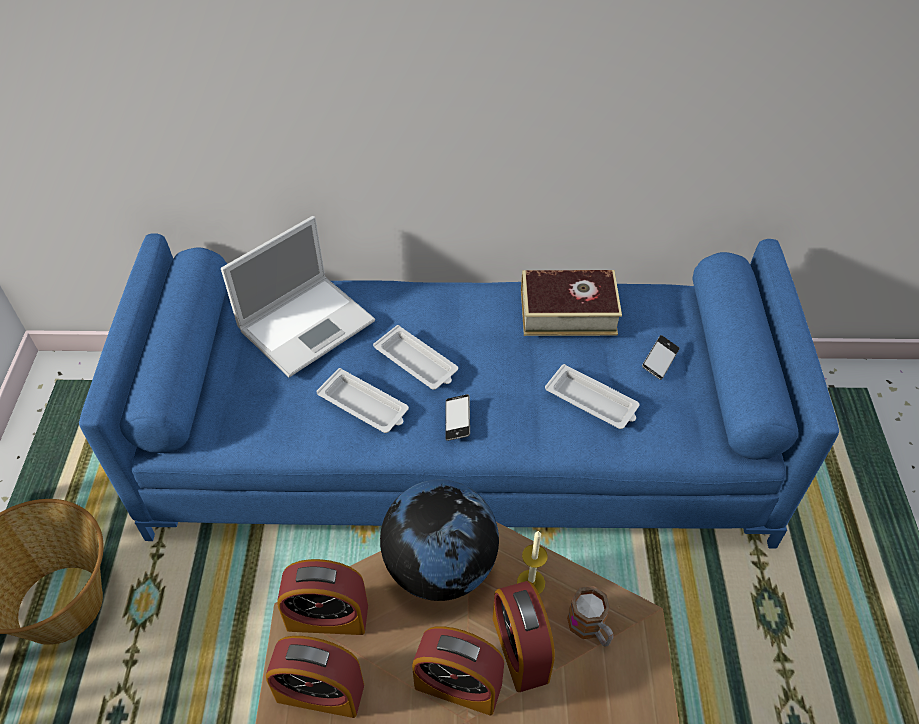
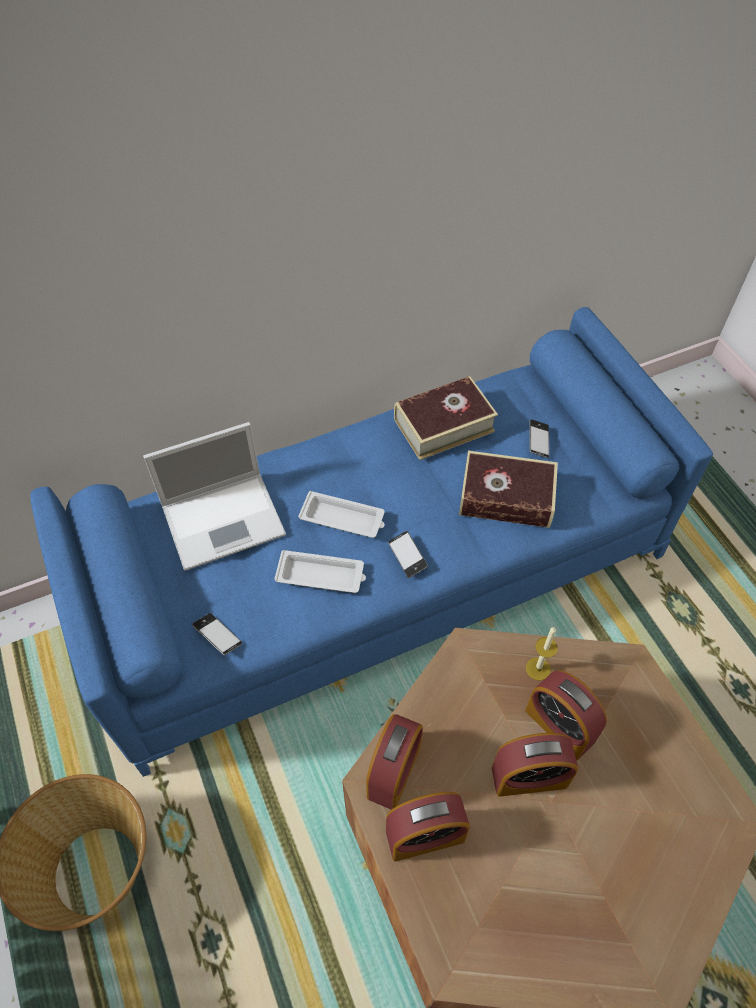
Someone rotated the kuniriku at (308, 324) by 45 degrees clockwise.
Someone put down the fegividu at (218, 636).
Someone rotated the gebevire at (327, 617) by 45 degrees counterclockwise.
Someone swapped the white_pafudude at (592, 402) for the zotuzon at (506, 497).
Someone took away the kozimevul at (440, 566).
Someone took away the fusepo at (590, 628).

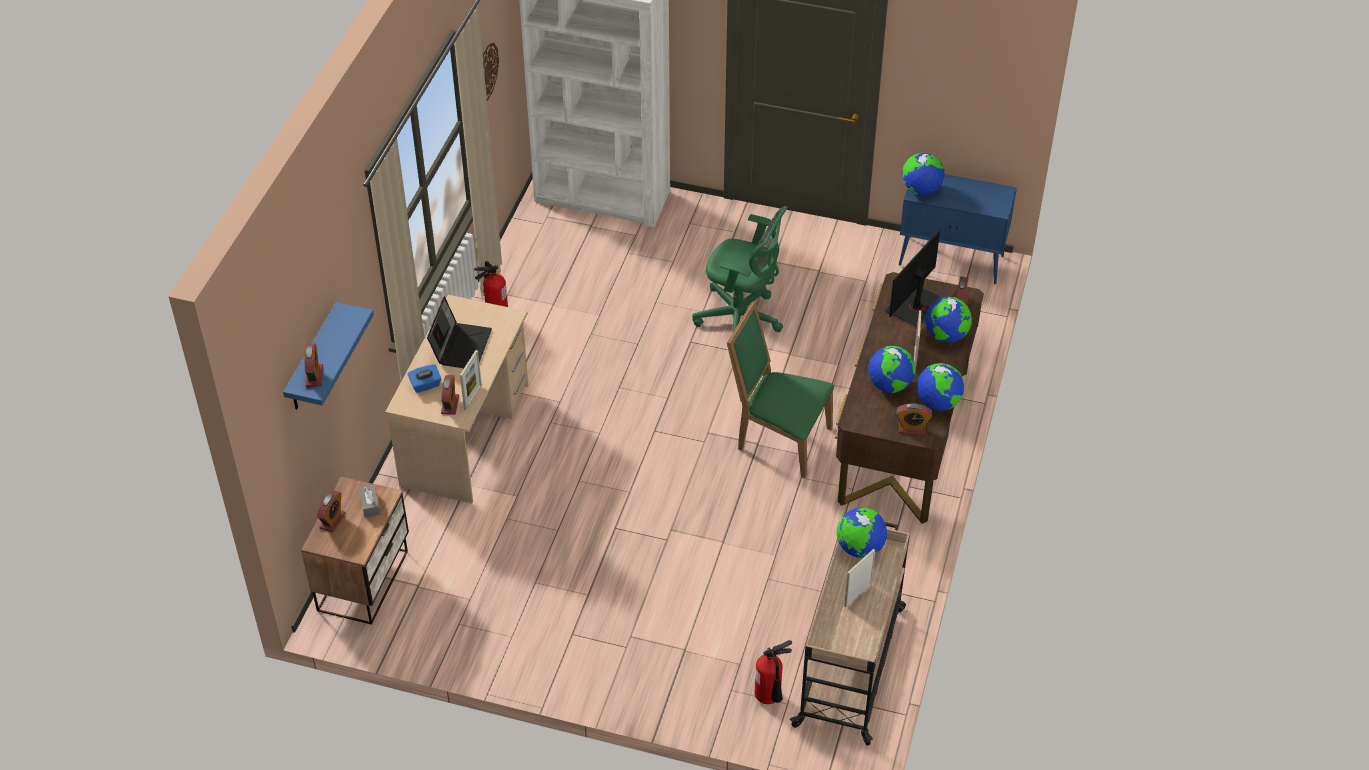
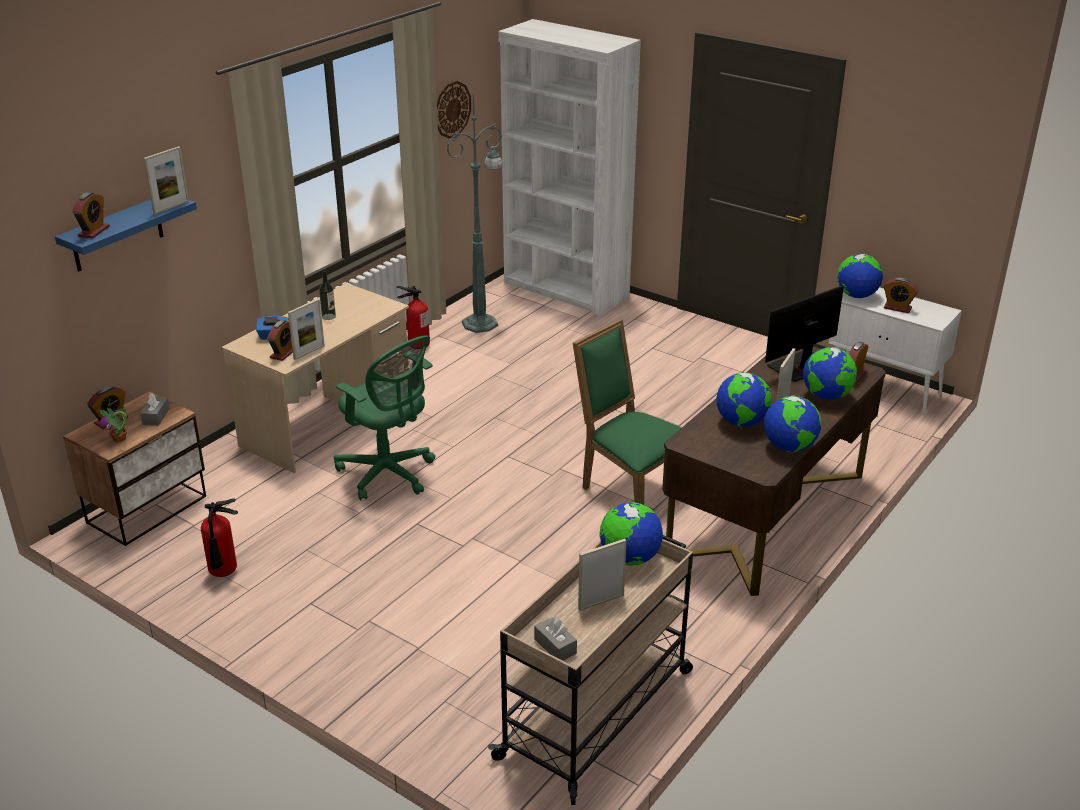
Someone put down the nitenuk at (119, 439).
Someone put down the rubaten at (171, 207).
Someone carried the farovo from (770, 698) to (224, 574).
Someone swapped the kuniriku at (461, 346) for the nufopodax at (328, 316).
Someone carried the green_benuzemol from (741, 319) to (388, 474).
Someone put down the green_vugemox at (481, 323).
Someone put down the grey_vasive at (555, 646).
Someone repainted the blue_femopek at (952, 261), which became the white_femopek at (884, 389).
Someone carried the gebevire from (912, 428) to (897, 308).

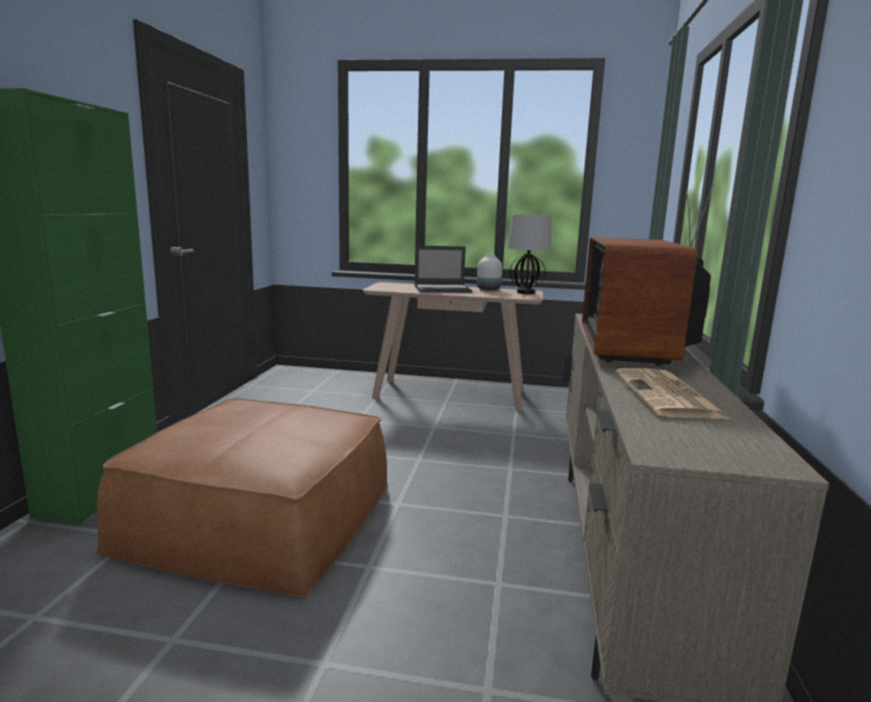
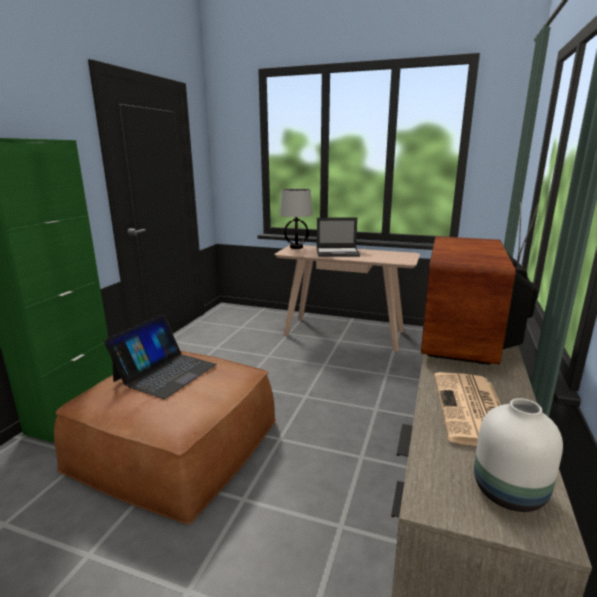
Someone put down the kuniriku at (165, 372).
Someone carried the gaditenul from (525, 292) to (296, 247).
Someone carried the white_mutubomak from (489, 290) to (511, 493).

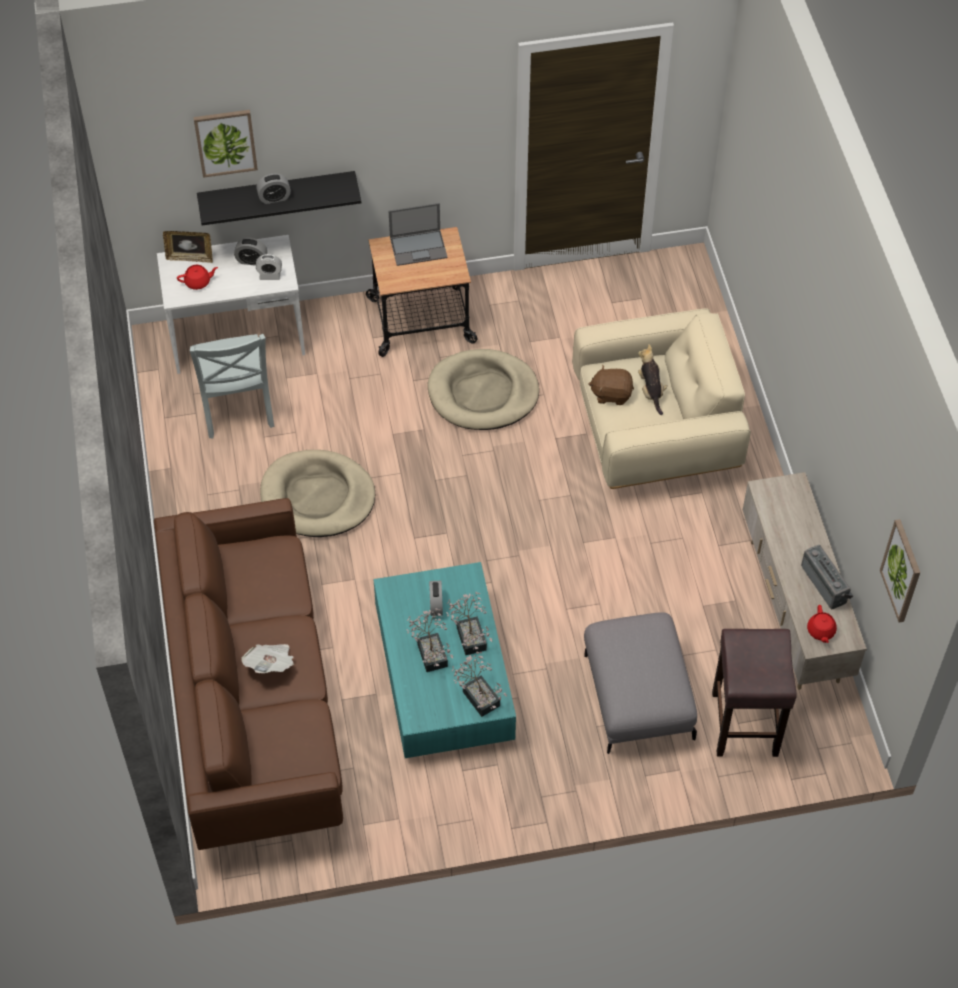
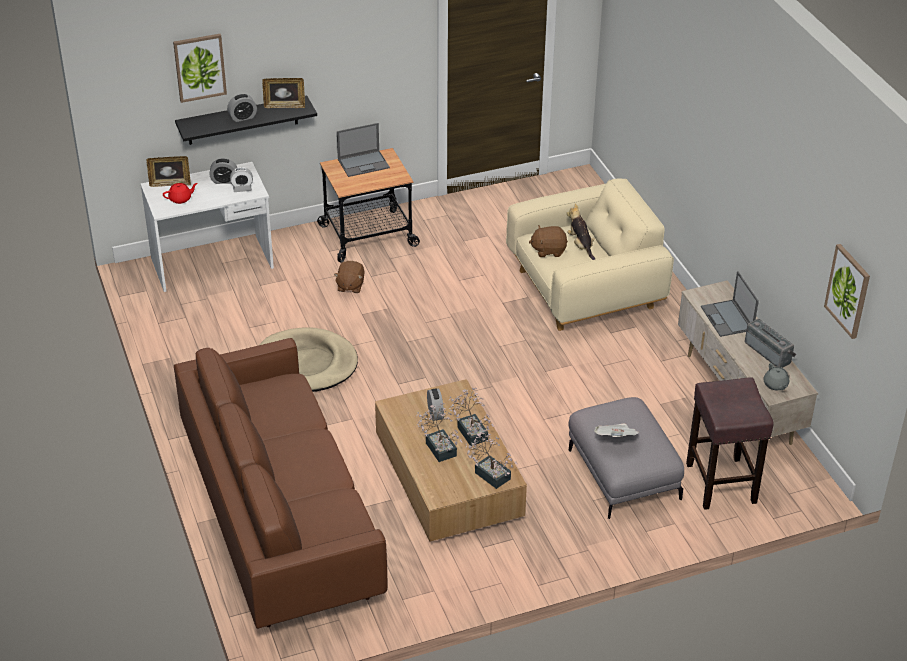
Someone put down the rubaten at (284, 106).
Someone put down the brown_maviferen at (350, 286).
Someone repainted the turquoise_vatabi at (443, 674), which became the brown_vatabi at (448, 478).
Someone carried the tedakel from (271, 664) to (615, 439).
Someone put down the kuniriku at (727, 319).
Someone repainted the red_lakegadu at (820, 631), which became the grey_lakegadu at (775, 385).
Someone took away the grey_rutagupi at (236, 409).
Someone took away the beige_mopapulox at (483, 393).

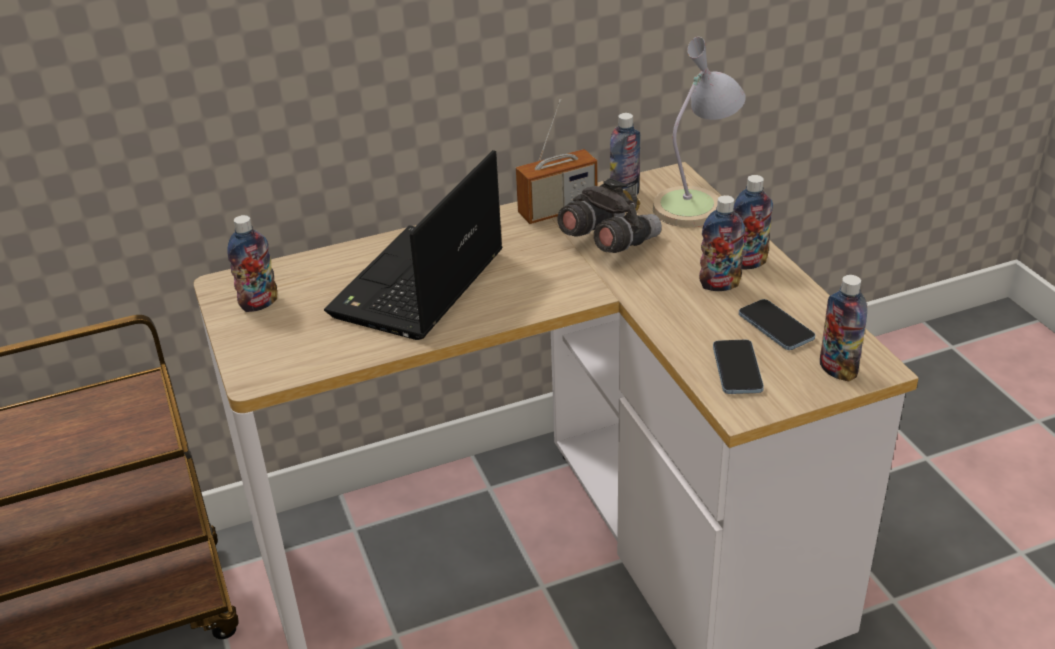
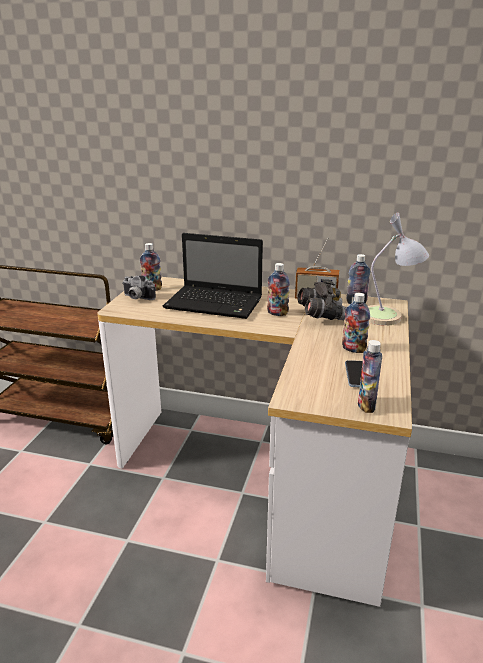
Someone put down the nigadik at (136, 298).
Someone rotated the kuniriku at (417, 287) by 135 degrees counterclockwise.
Someone carried the nufopodax from (748, 263) to (277, 313).
Someone took away the fegividu at (737, 369).

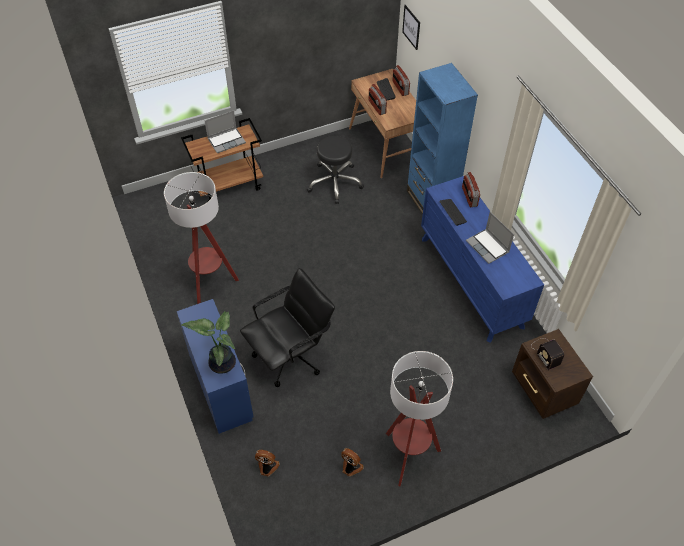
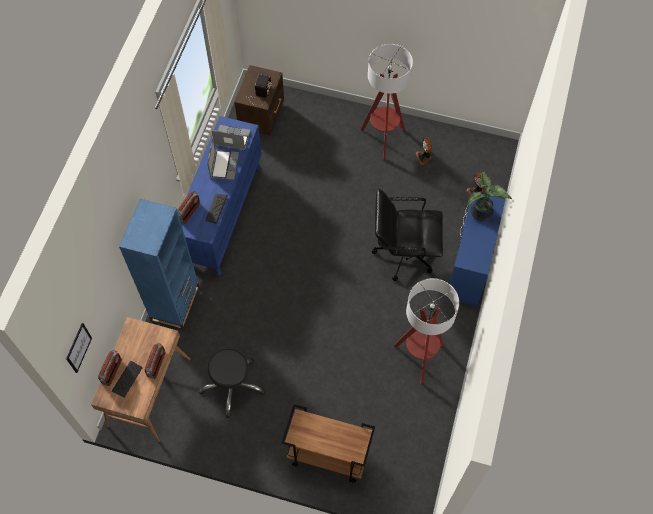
Someone carried the kuniriku from (227, 140) to (231, 138).

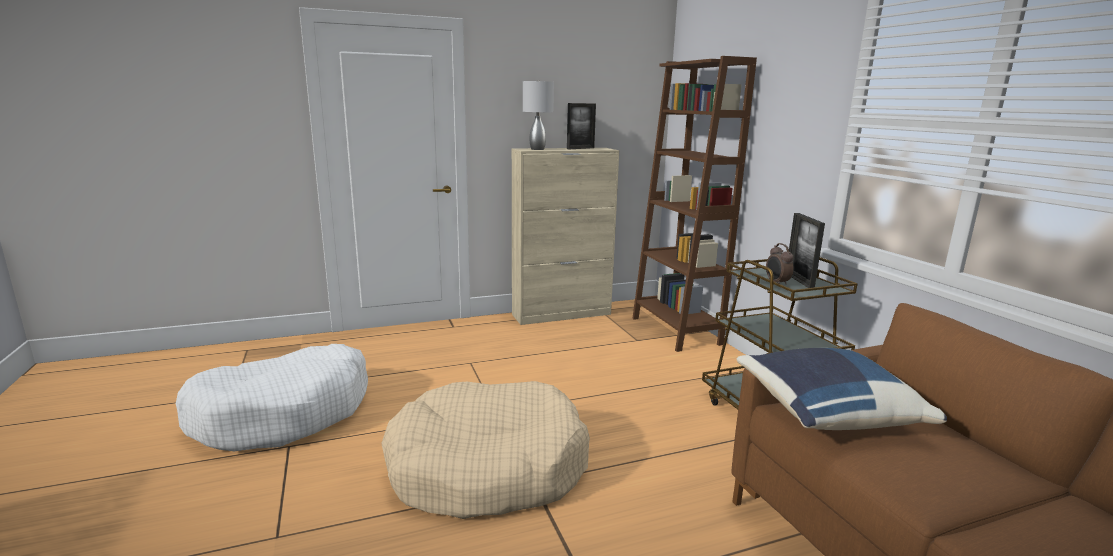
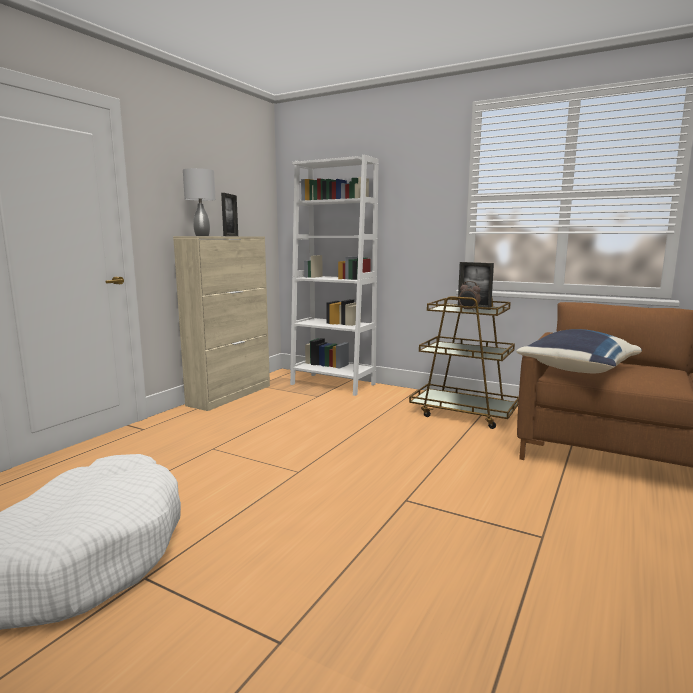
Someone repainted the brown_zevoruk at (675, 331), which became the white_zevoruk at (333, 384).
Someone took away the beige_mopapulox at (487, 468).

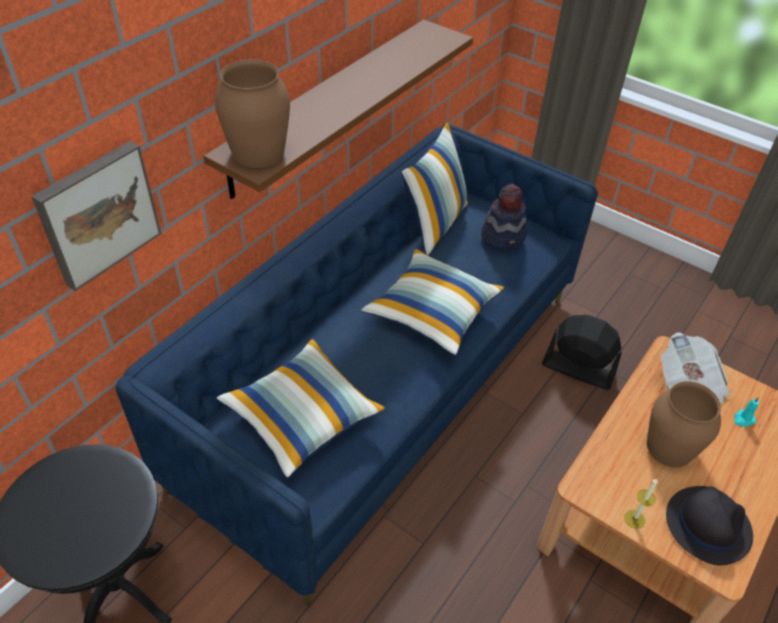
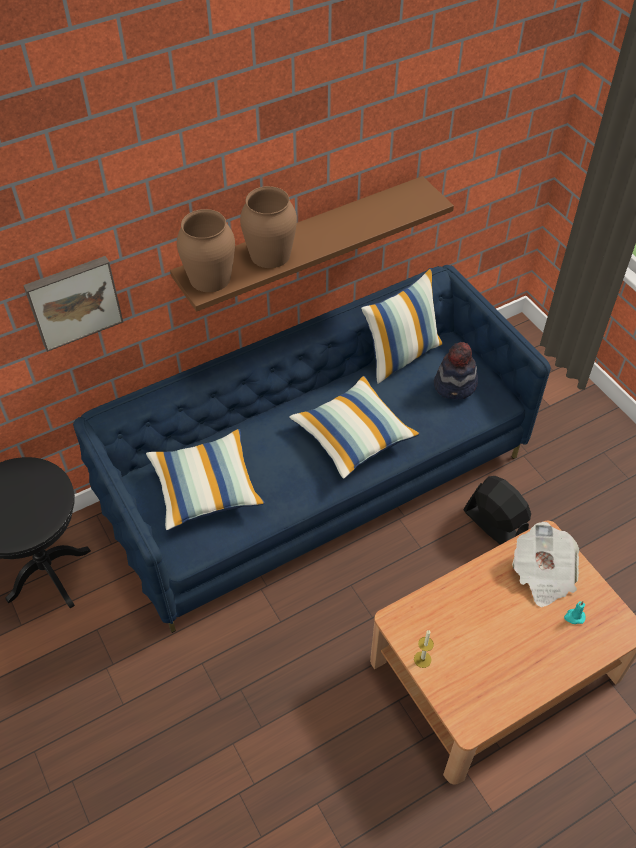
Someone carried the brown_mutubomak from (669, 447) to (270, 254).
Someone took away the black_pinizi at (707, 524).

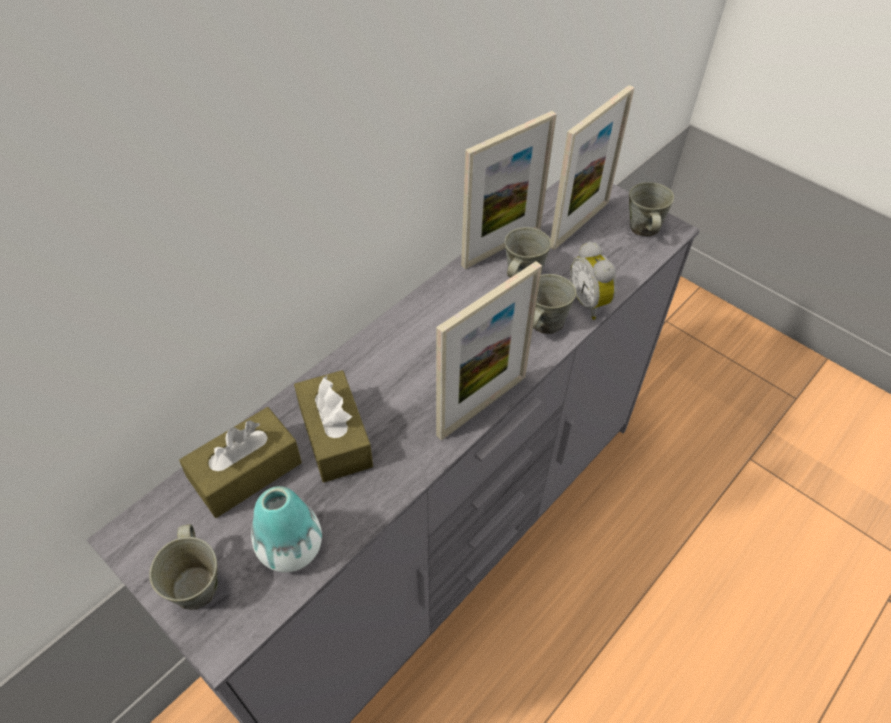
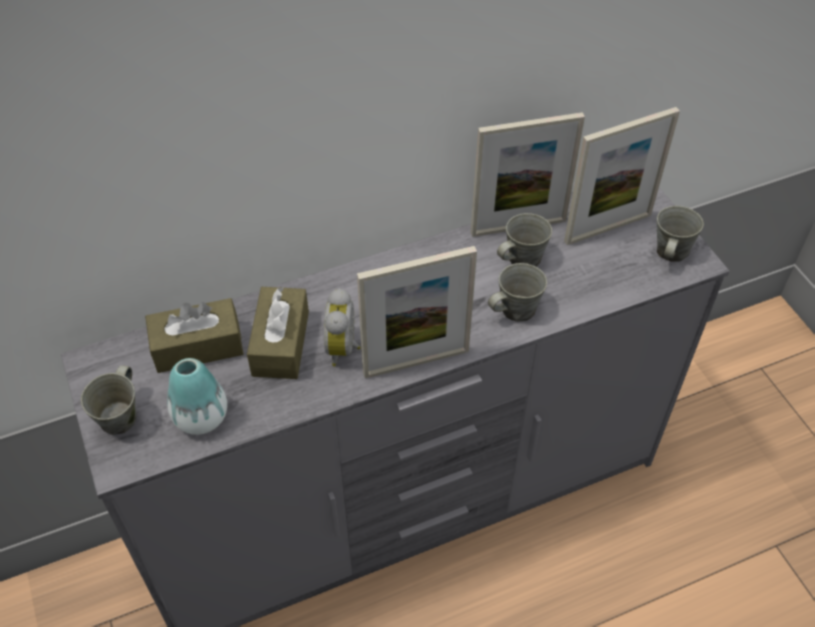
Someone carried the gebevire from (590, 302) to (344, 348).

